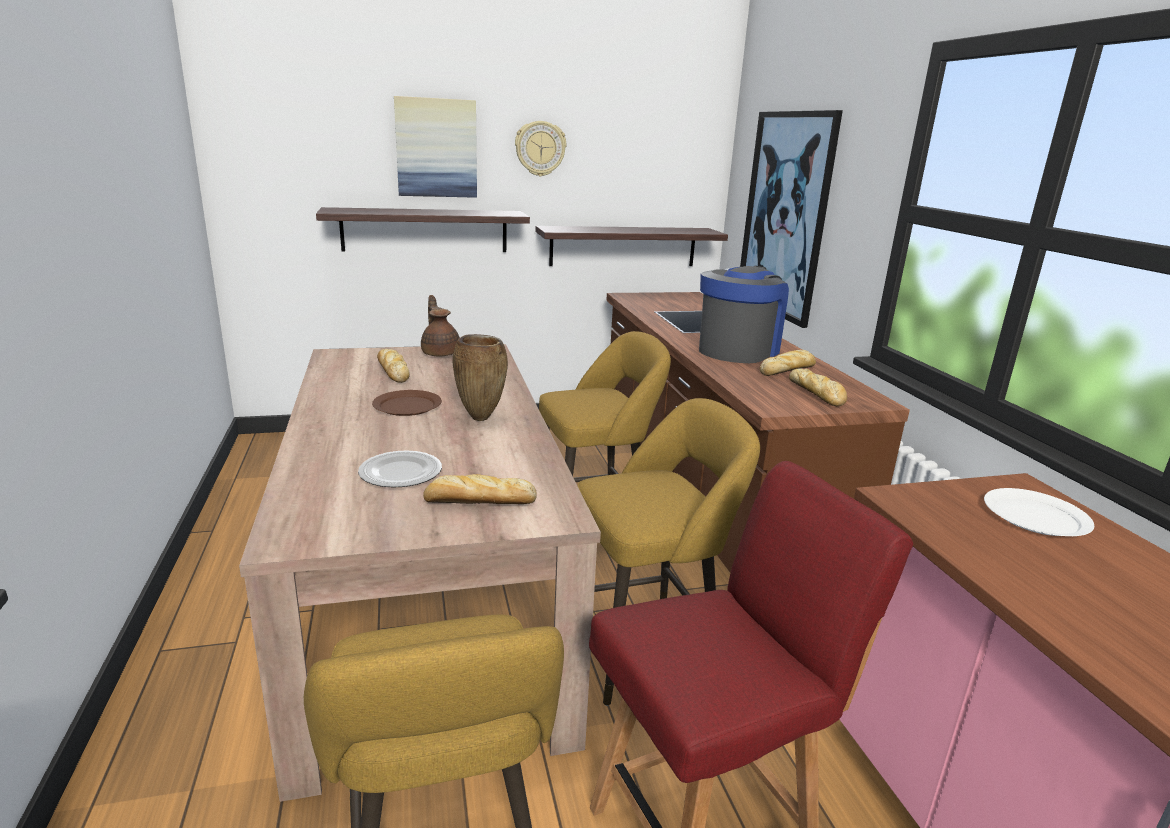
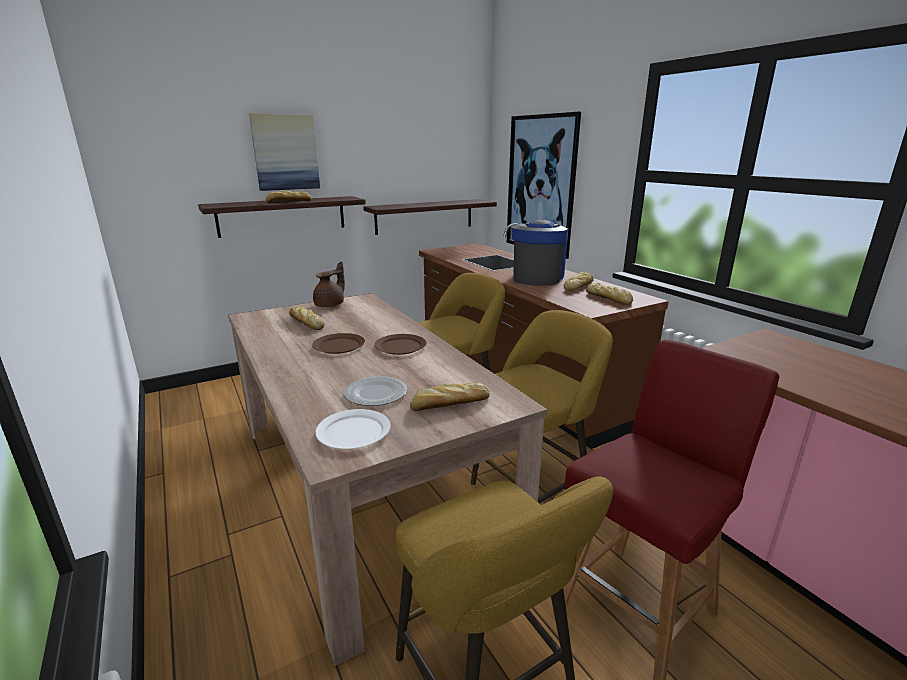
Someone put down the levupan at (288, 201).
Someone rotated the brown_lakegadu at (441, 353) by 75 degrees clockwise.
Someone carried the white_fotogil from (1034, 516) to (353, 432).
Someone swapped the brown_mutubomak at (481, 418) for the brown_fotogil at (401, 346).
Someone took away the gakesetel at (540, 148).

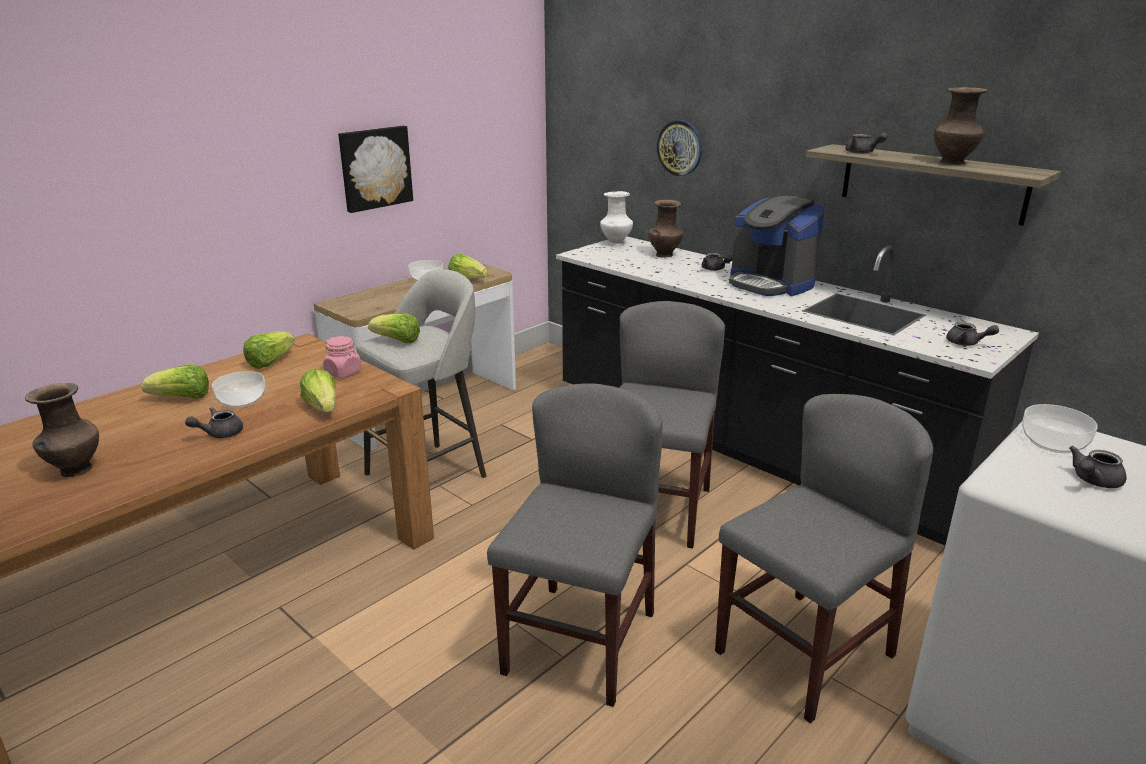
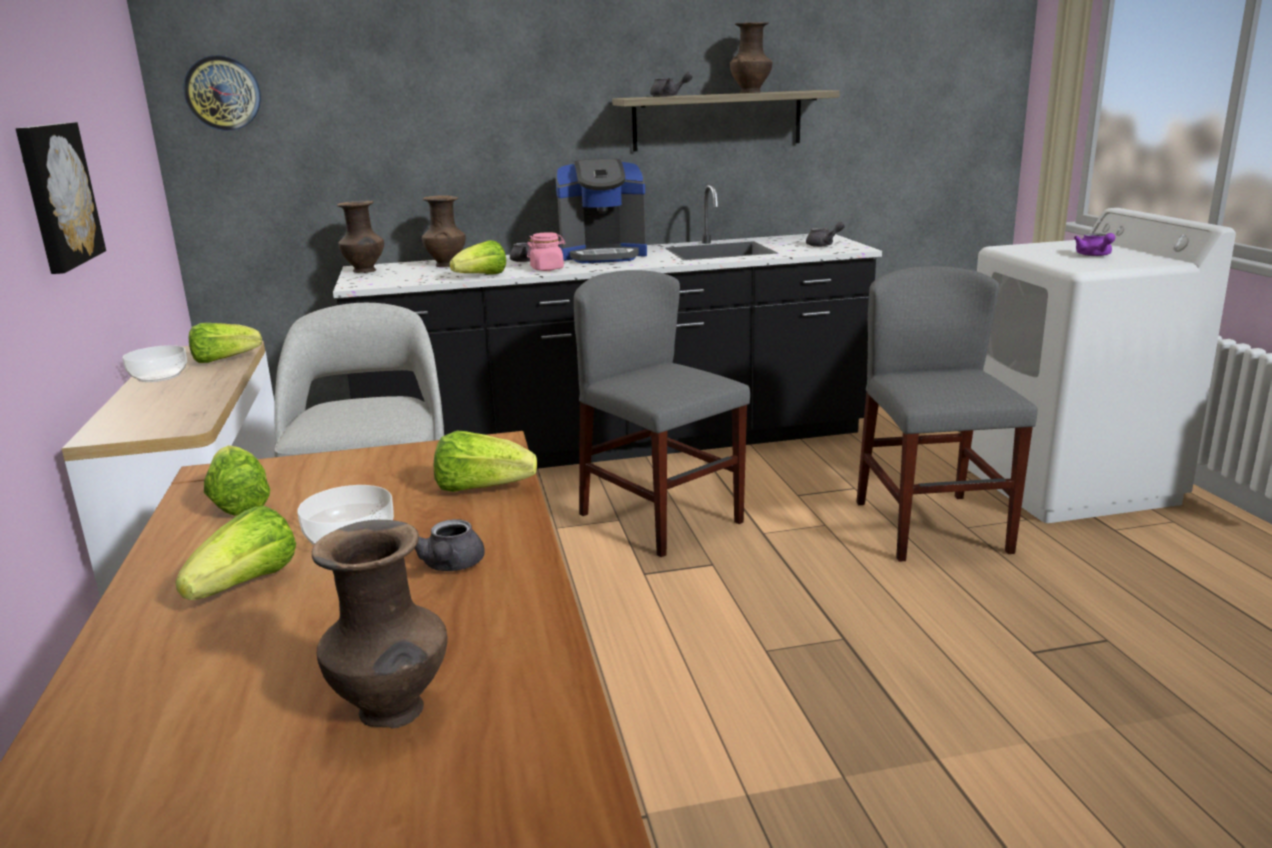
Someone carried the gakesetel from (680, 148) to (223, 93).
Someone repainted the white_mutubomak at (616, 244), which became the brown_mutubomak at (365, 271).
Someone carried the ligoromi from (397, 341) to (482, 276).
Someone carried the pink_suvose from (343, 372) to (547, 269).
Someone repainted the grey_lakegadu at (1093, 481), which became the purple_lakegadu at (1094, 255).
Someone took away the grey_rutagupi at (579, 642).
Someone took away the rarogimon at (1053, 442).

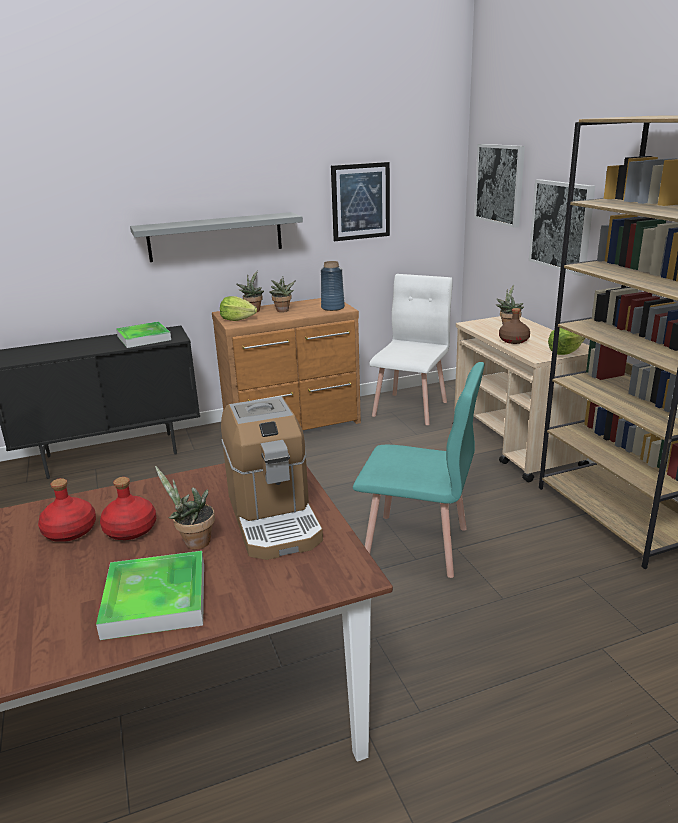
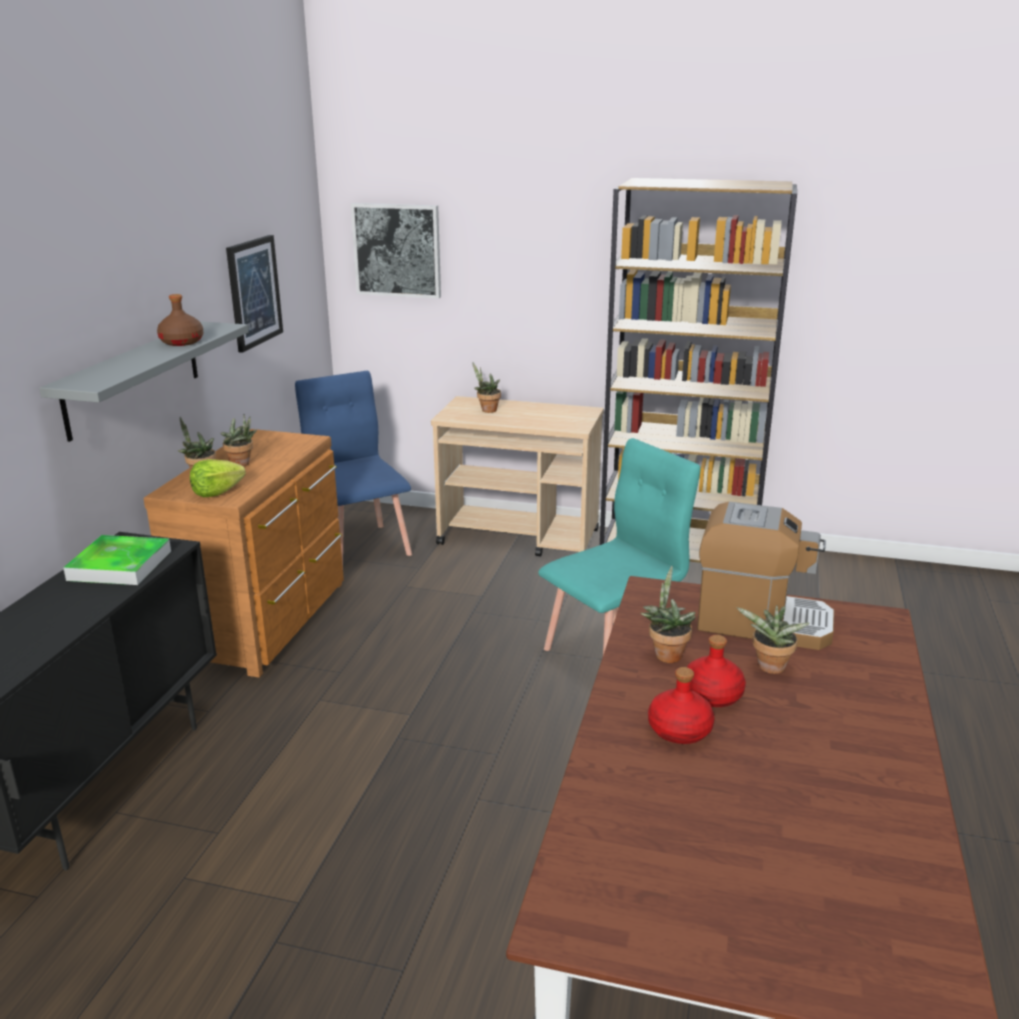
Someone carried the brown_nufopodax from (514, 340) to (182, 342).
Someone repainted the white_rutagupi at (411, 408), which became the blue_rutagupi at (361, 547).
Someone put down the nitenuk at (666, 653).
Someone took away the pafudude at (155, 600).
Someone took away the blue_mutubomak at (332, 308).
Someone took away the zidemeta at (562, 226).
Someone took away the ligoromi at (564, 352).

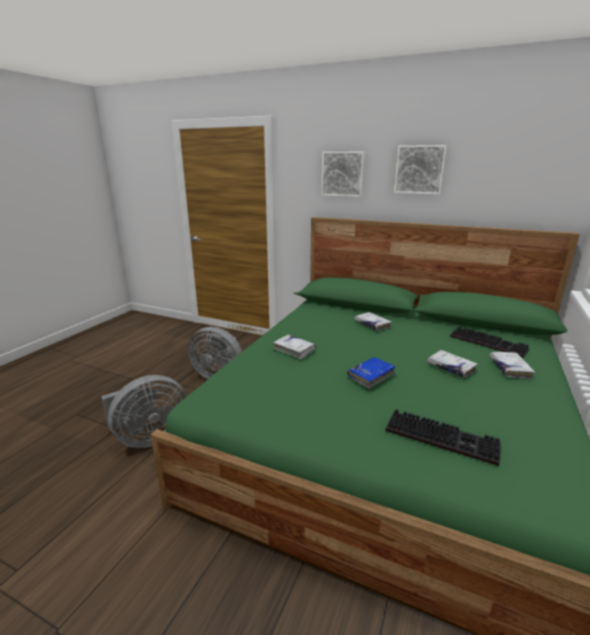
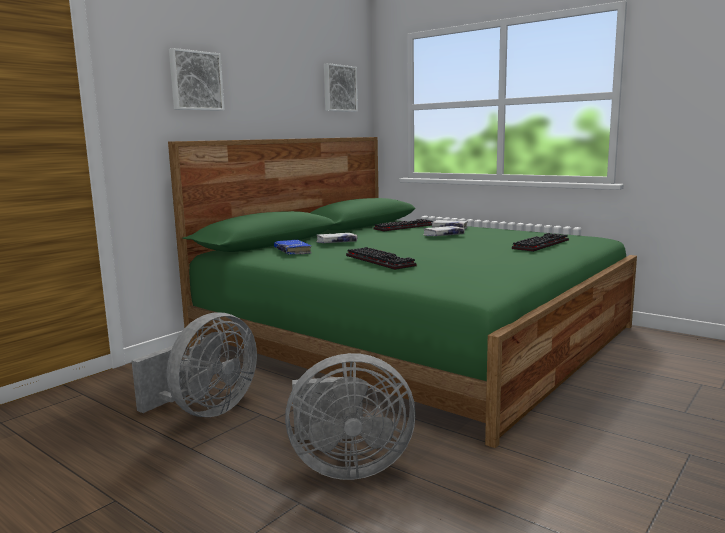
Someone carried the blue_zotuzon from (371, 375) to (292, 251).
Someone rotated the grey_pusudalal at (149, 437) by 105 degrees clockwise.
Someone carried the zidemeta from (419, 169) to (339, 88).
Someone swapped the white_zotuzon at (294, 350) for the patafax at (381, 261).

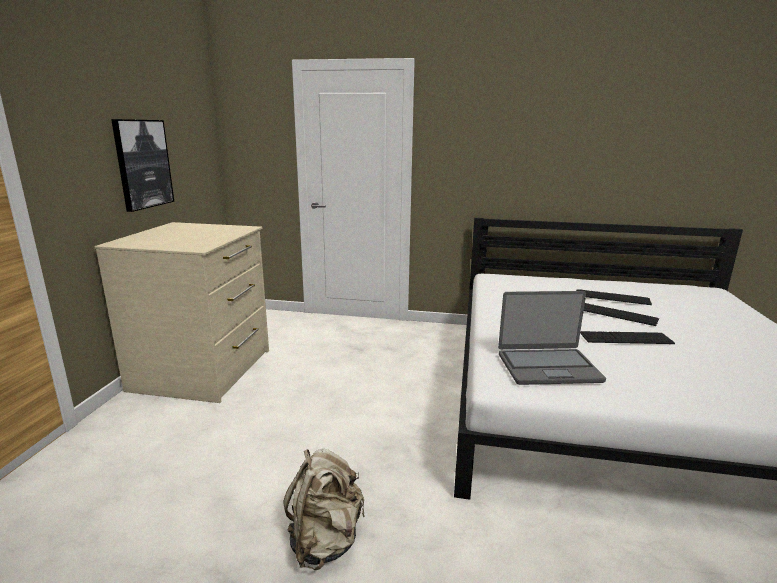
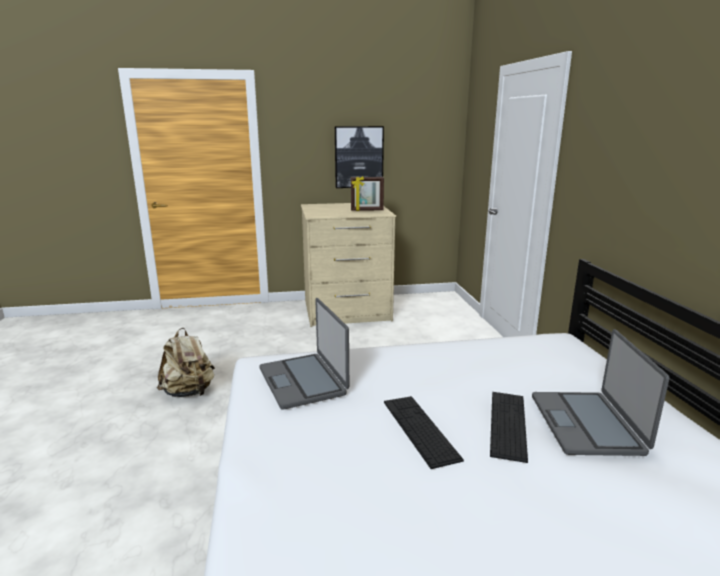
Someone put down the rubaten at (367, 210).
Someone swapped the patafax at (612, 297) for the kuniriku at (587, 424).

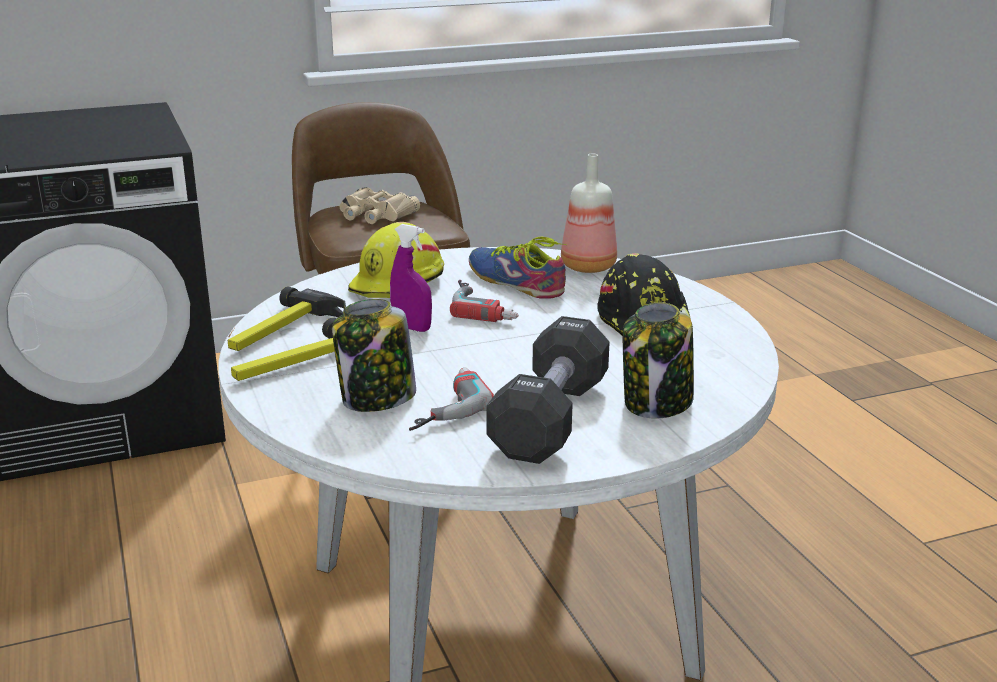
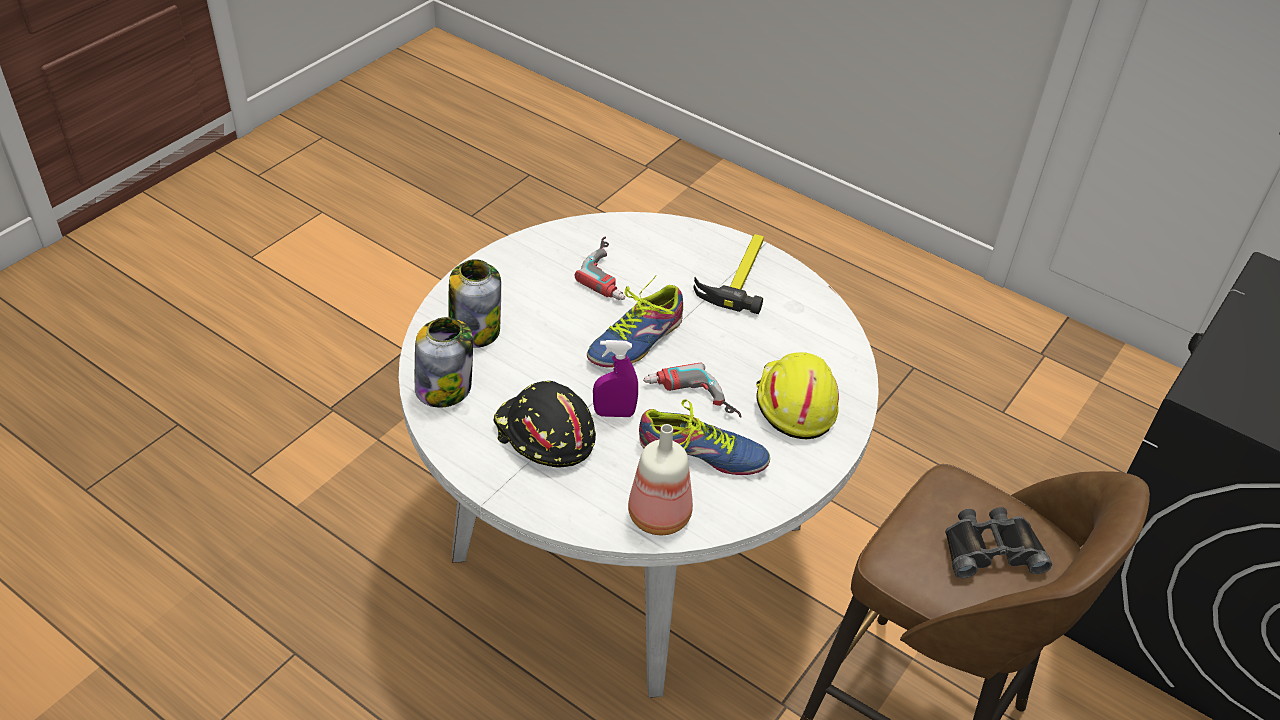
Someone carried the suvose from (377, 399) to (444, 387).
Someone put down the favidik at (637, 340).
Someone carried the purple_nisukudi from (412, 328) to (614, 413).
Someone repainted the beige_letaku at (375, 214), which became the black_letaku at (990, 548).
Someone took away the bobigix at (284, 332).
Someone took away the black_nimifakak at (550, 418).

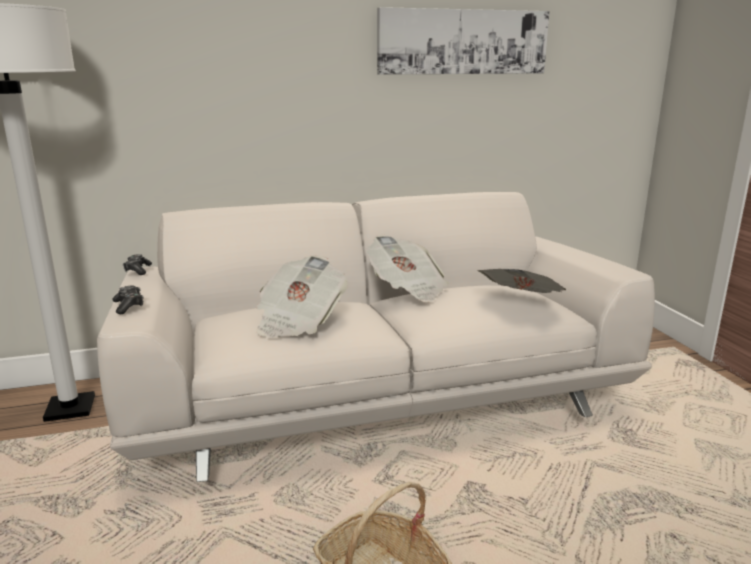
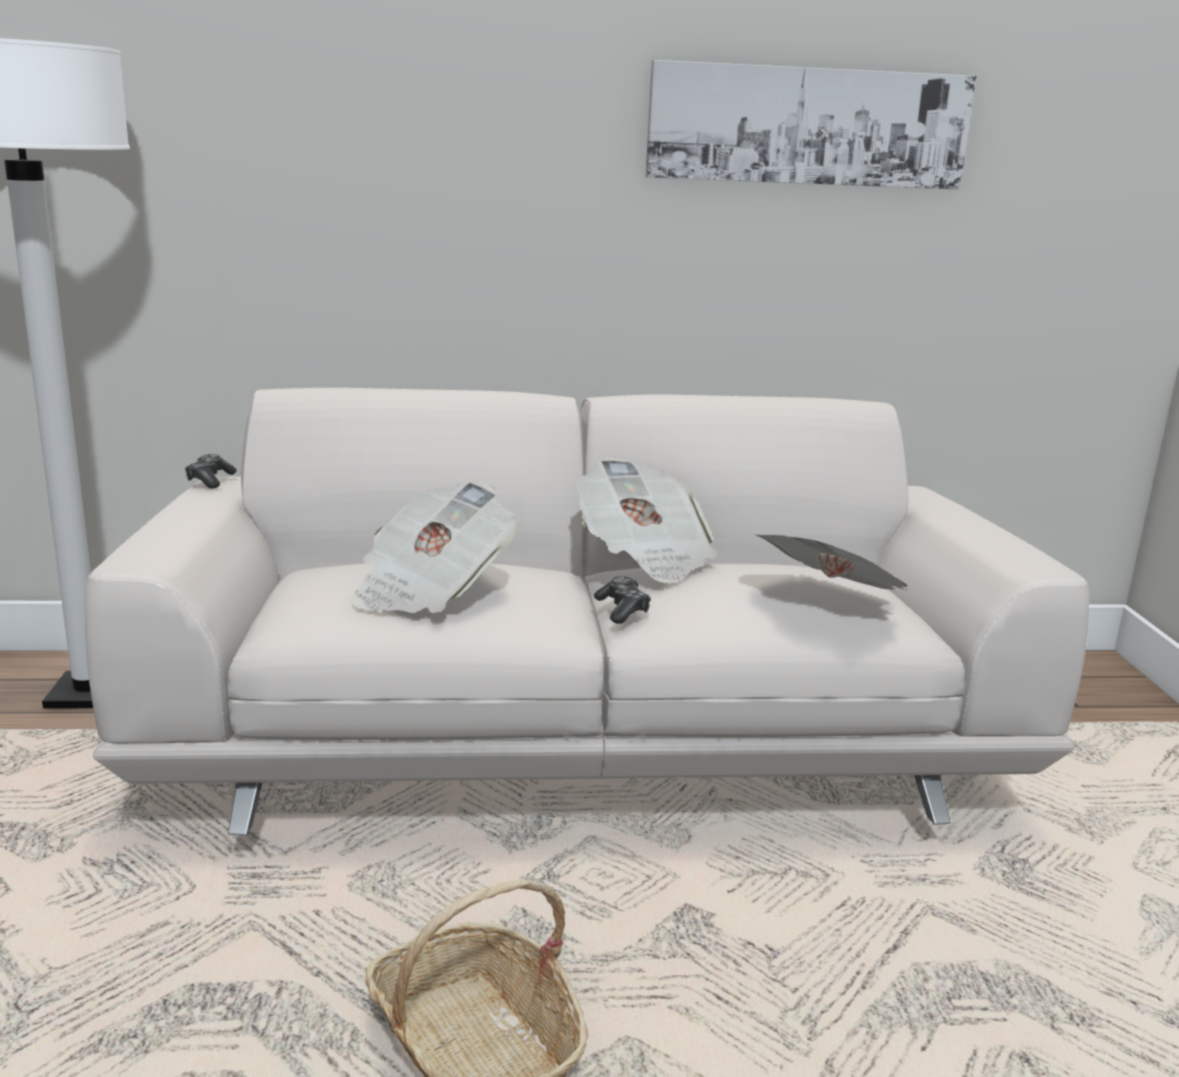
Someone carried the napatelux from (129, 306) to (622, 609).

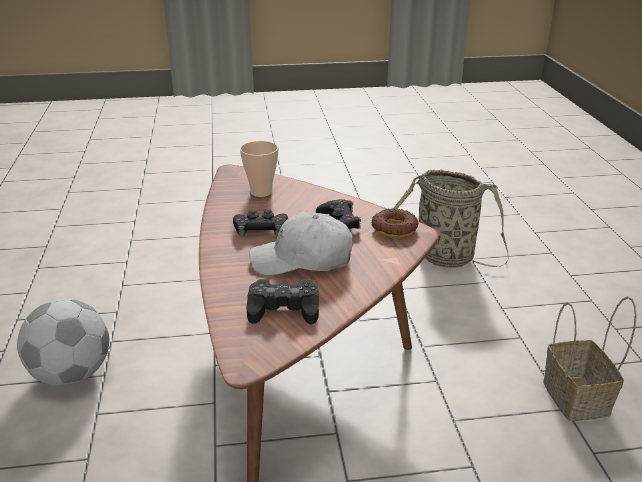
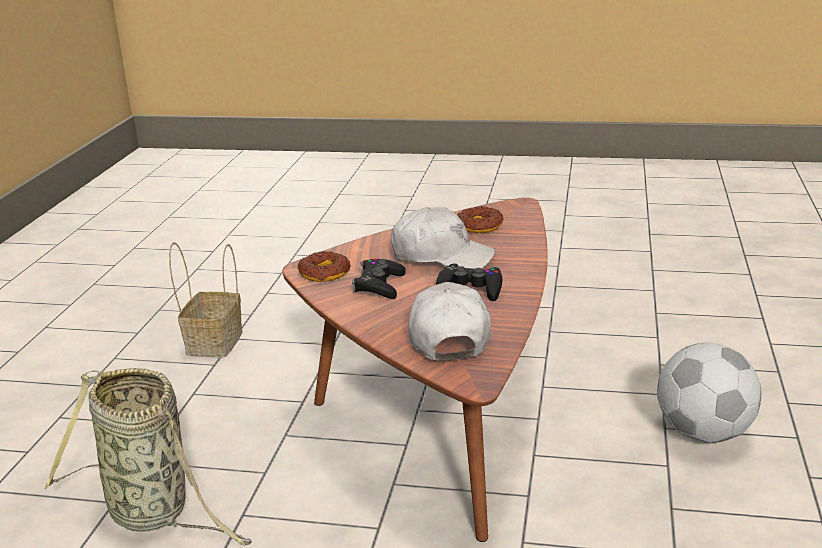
Someone swapped the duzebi at (261, 192) for the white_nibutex at (448, 336).
Someone swapped the black_napatelux at (283, 309) for the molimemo at (479, 226).

